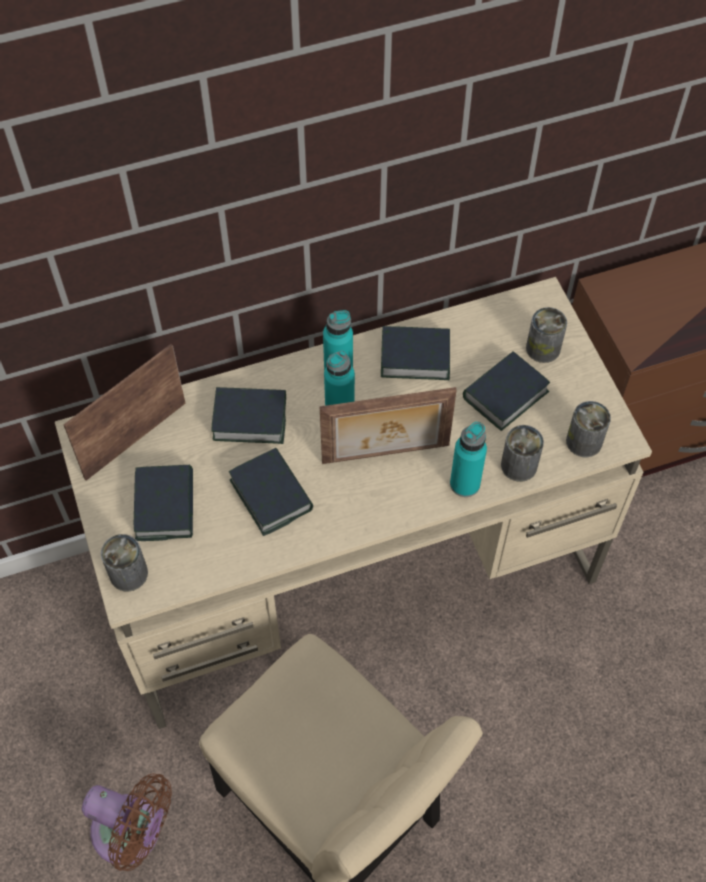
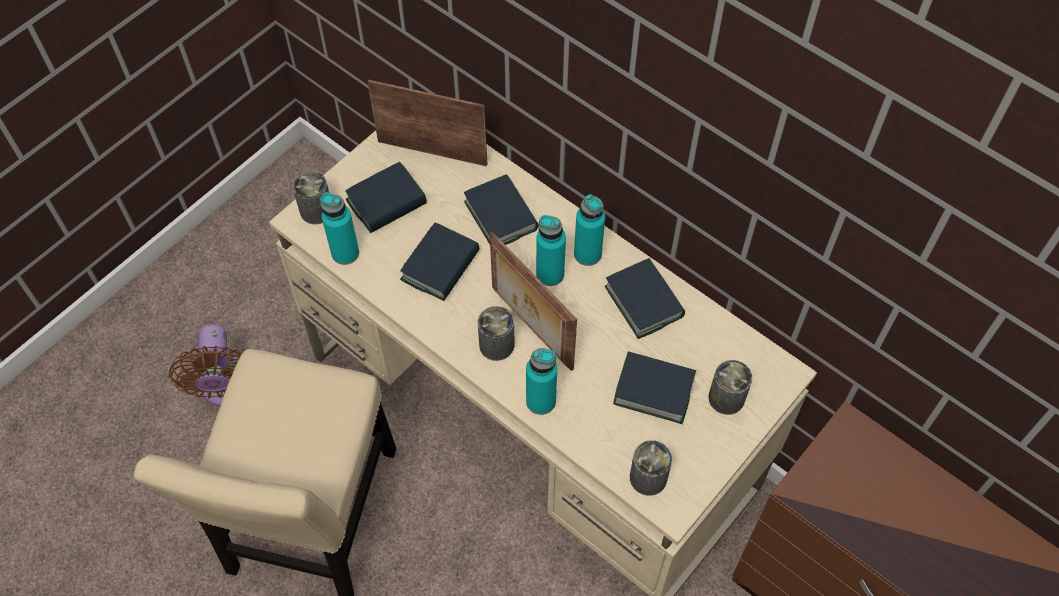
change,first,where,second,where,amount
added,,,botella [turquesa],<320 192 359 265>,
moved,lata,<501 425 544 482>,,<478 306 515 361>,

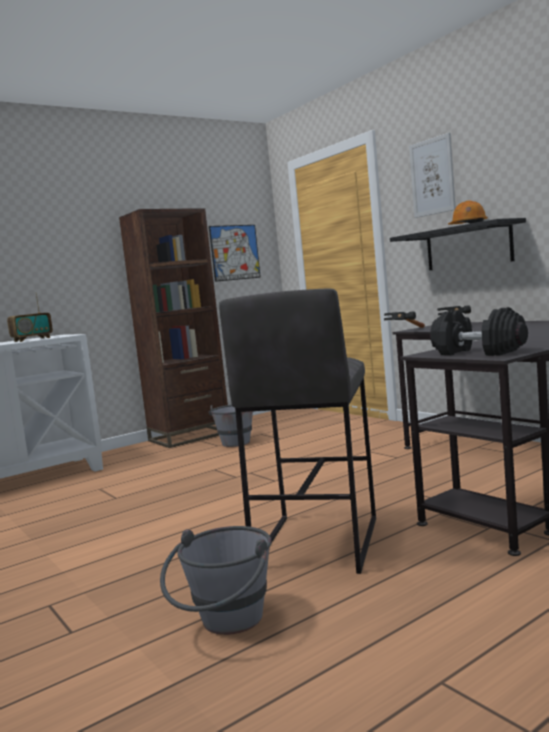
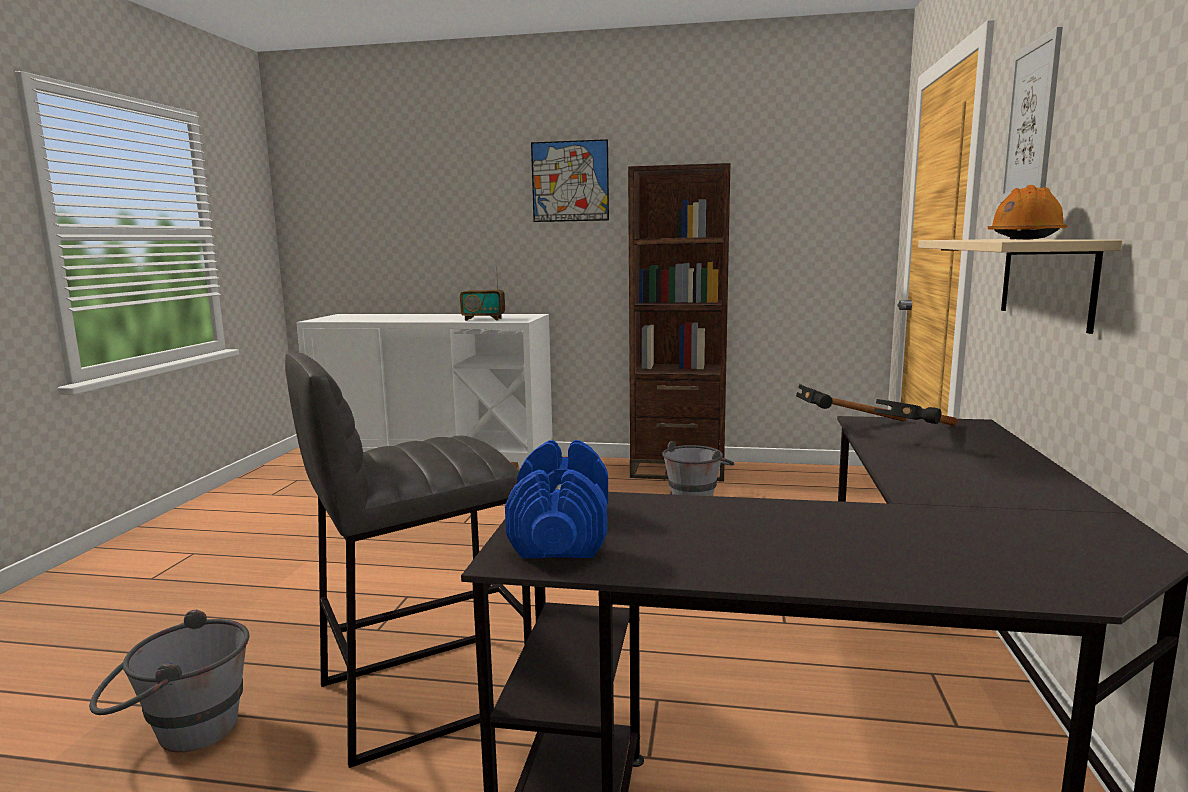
change,first,where,second,where,amount
recoloured,mancuerna [negro],<430 307 528 356>,mancuerna [azul],<505 440 608 558>,
moved,cuadro,<209 225 261 282>,,<531 139 609 222>,
recoloured,estante [negro],<390 218 526 270>,estante [beis],<918 239 1122 334>,

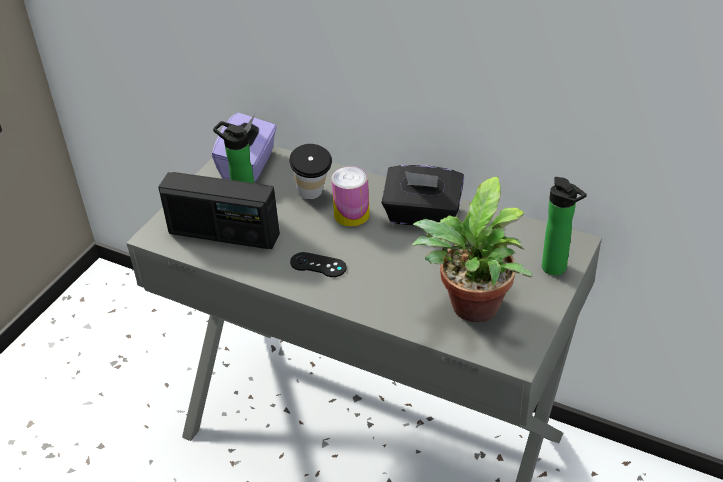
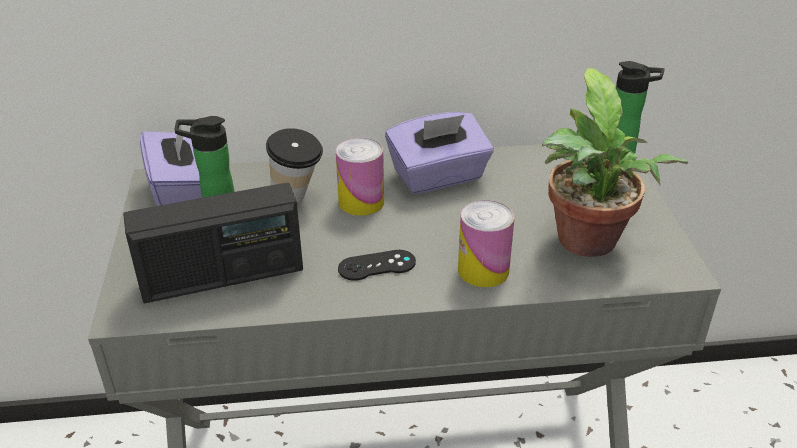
change,first,where,second,where,amount
recoloured,caja de pañuelos [negro],<381 165 464 226>,caja de pañuelos [morado],<385 112 494 194>,
added,,,lata,<458 200 514 287>,

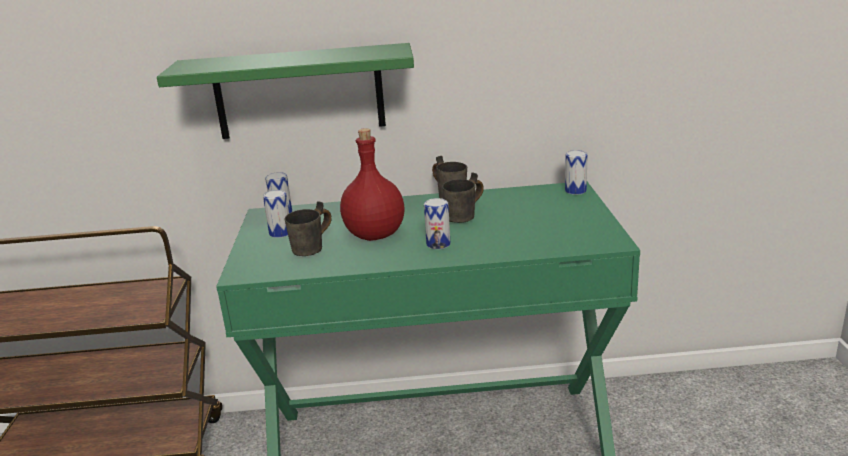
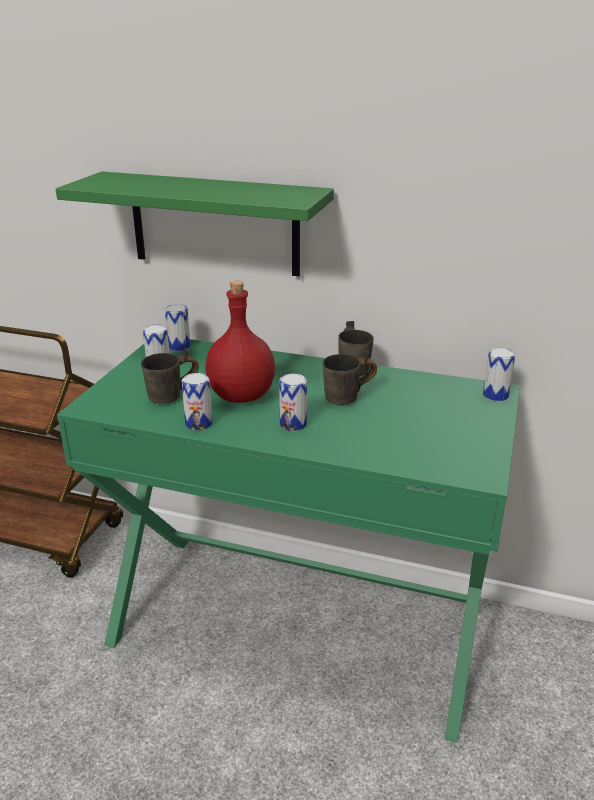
change,first,where,second,where,amount
added,,,lata,<181 373 212 431>,

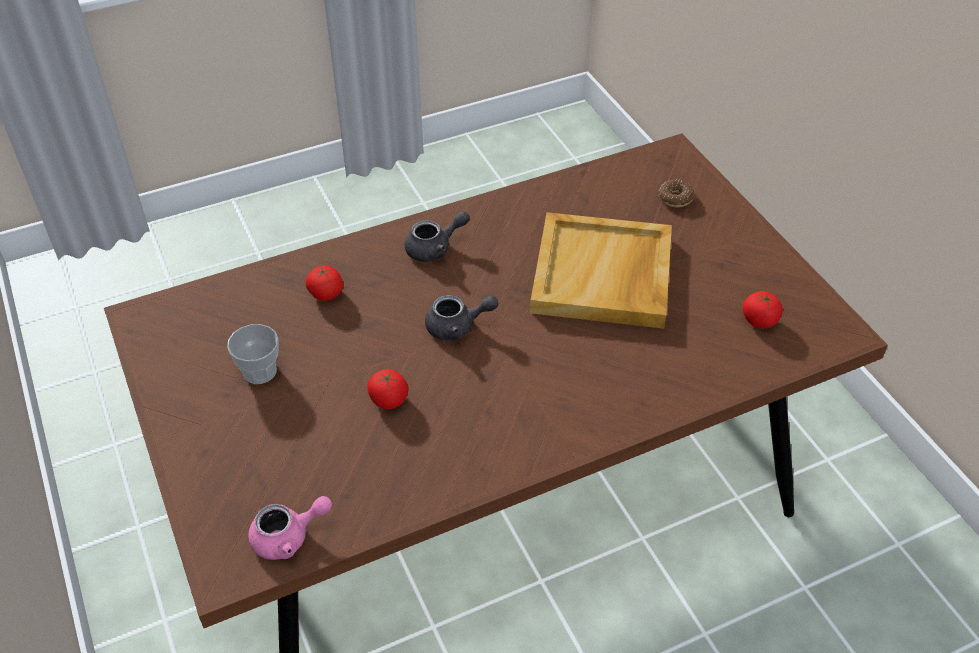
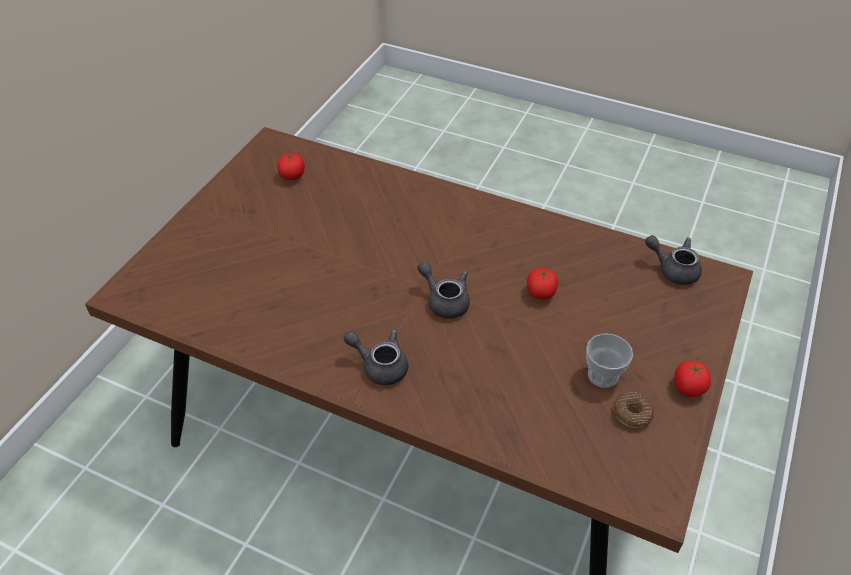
change,first,where,second,where,amount
moved,rosquilla,<658 179 694 207>,,<614 392 654 428>,
recoloured,tetera [rosa],<248 496 332 560>,tetera [gris],<645 235 702 285>,
moved,tomate,<305 265 343 301>,,<674 361 711 397>,
removed,bandeja [beis],<530 212 672 328>,,,

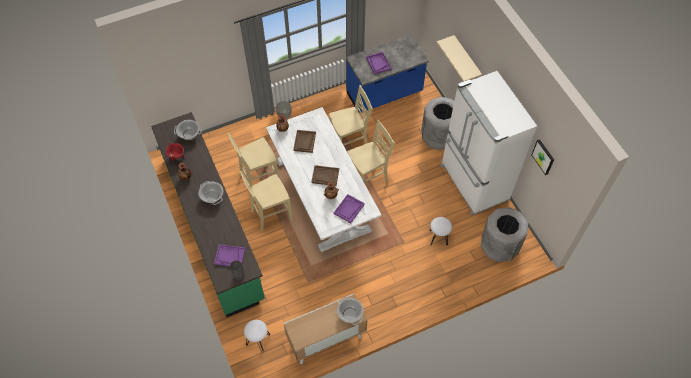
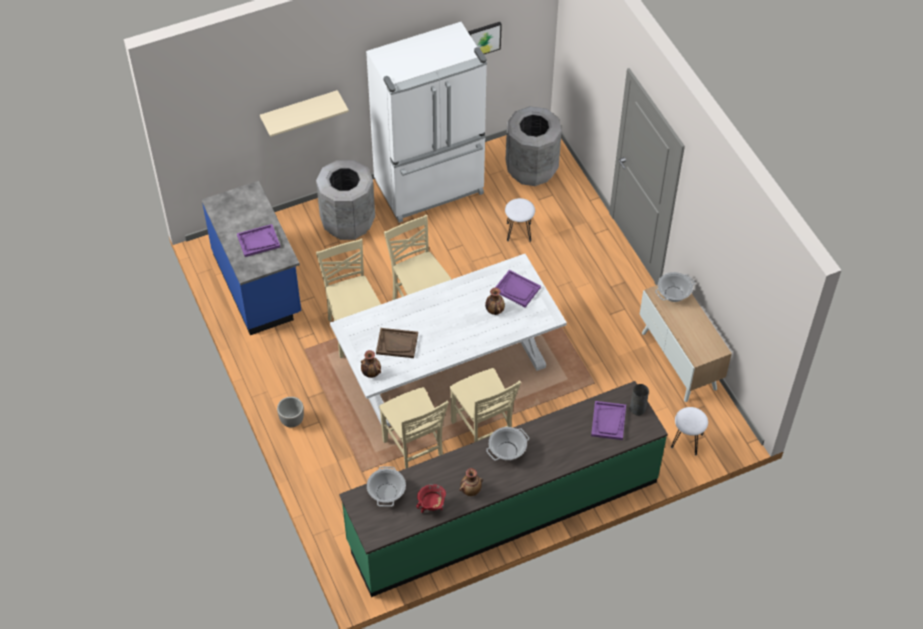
change,first,where,second,where,amount
removed,bandeja [marrón],<311 165 339 186>,,,

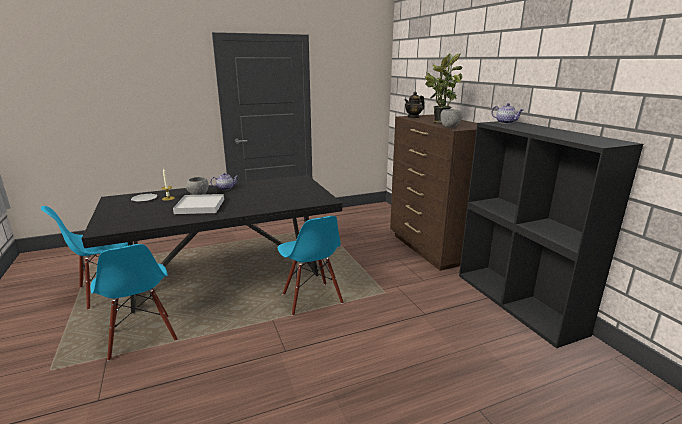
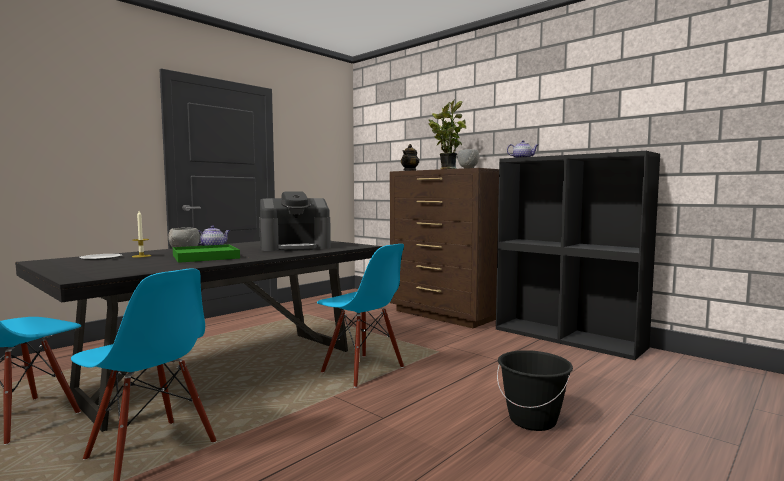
change,first,where,second,where,amount
recoloured,bandeja [blanco],<173 194 224 214>,bandeja [verde],<173 244 240 263>,
added,,,cafetera,<259 192 331 251>,
added,,,cubo [negro],<497 350 573 431>,

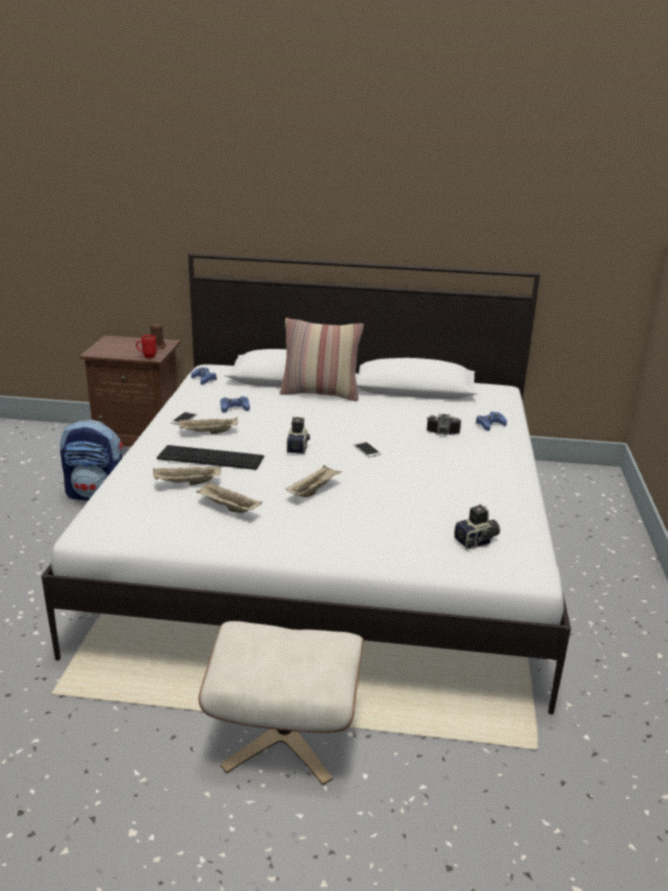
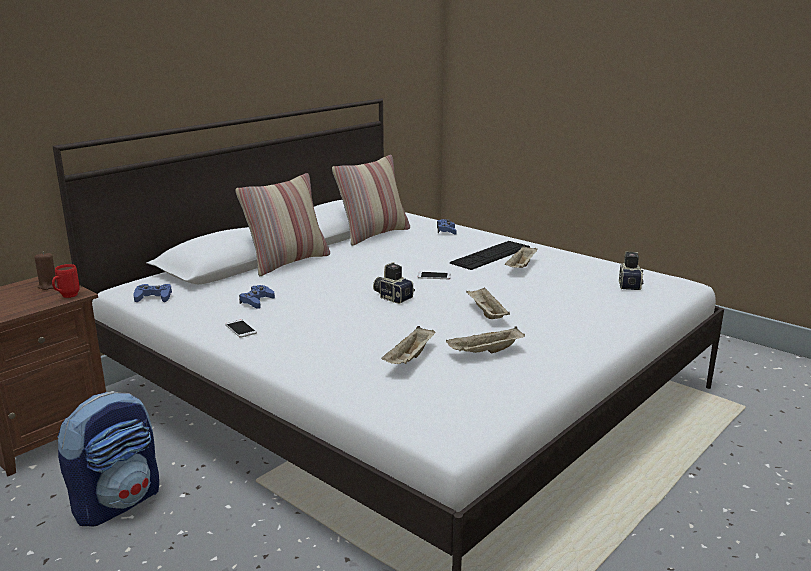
change,first,where,second,where,amount
added,,,cojín,<332 155 410 246>,
moved,teclado,<157 445 264 470>,,<450 241 530 270>,
moved,bandeja [beis],<178 417 238 434>,,<505 245 538 268>,
removed,puf [beis],<199 621 364 785>,,,
removed,cámara,<427 414 462 435>,,,

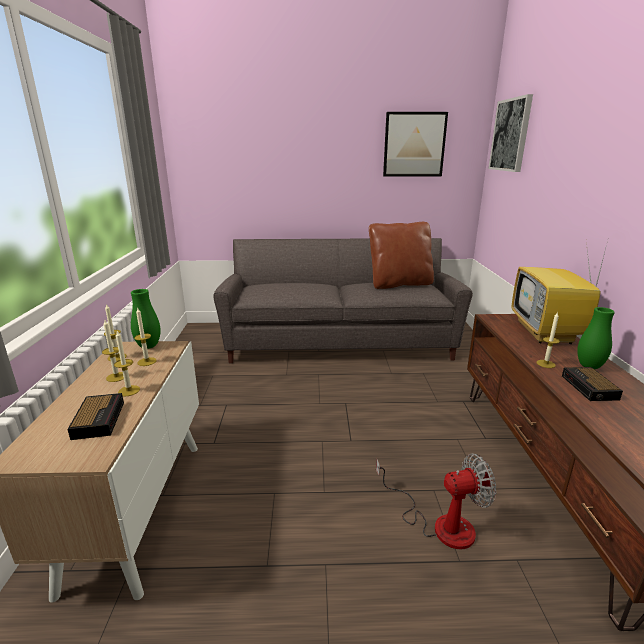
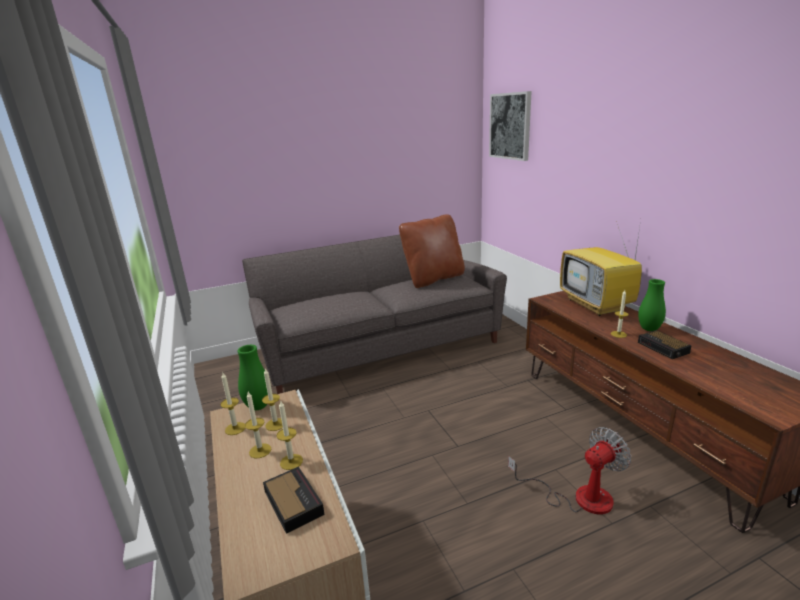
change,first,where,second,where,amount
removed,cuadro,<383 112 448 177>,,,

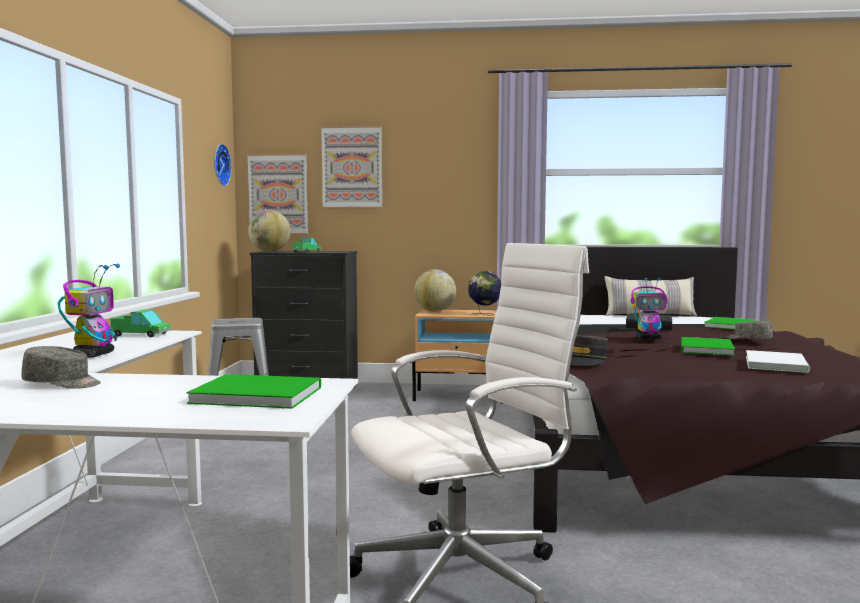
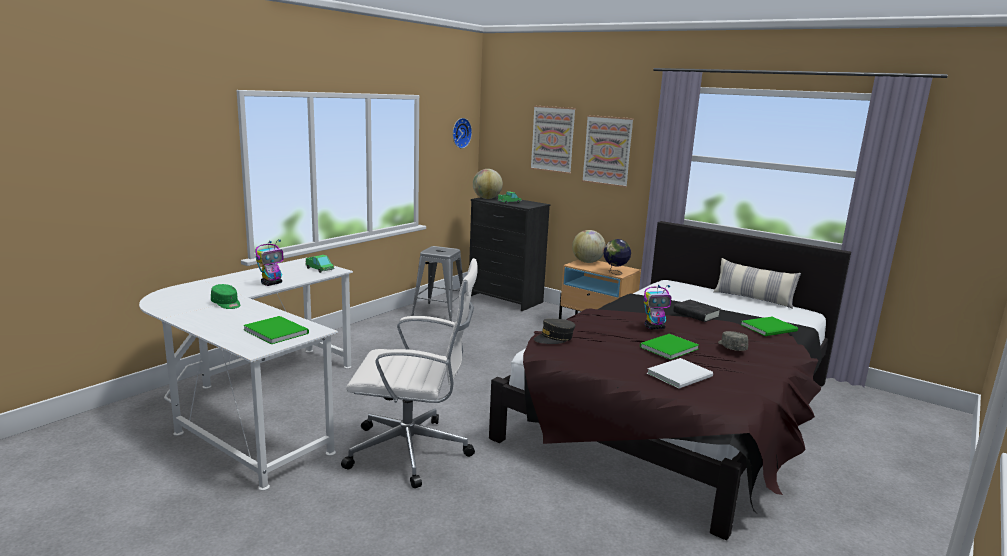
change,first,where,second,where,amount
recoloured,gorra [gris],<22 346 101 389>,gorra [verde],<211 284 240 309>,
moved,cuadro,<247 153 308 235>,,<582 115 634 187>,
turned,robot de juguete,<631 278 668 339>,,<644 285 672 329>,45 degrees counterclockwise

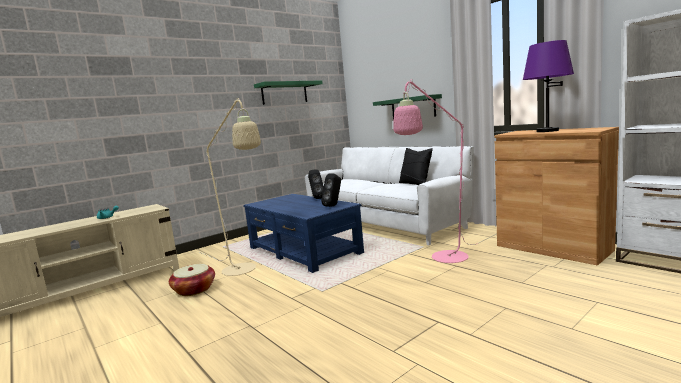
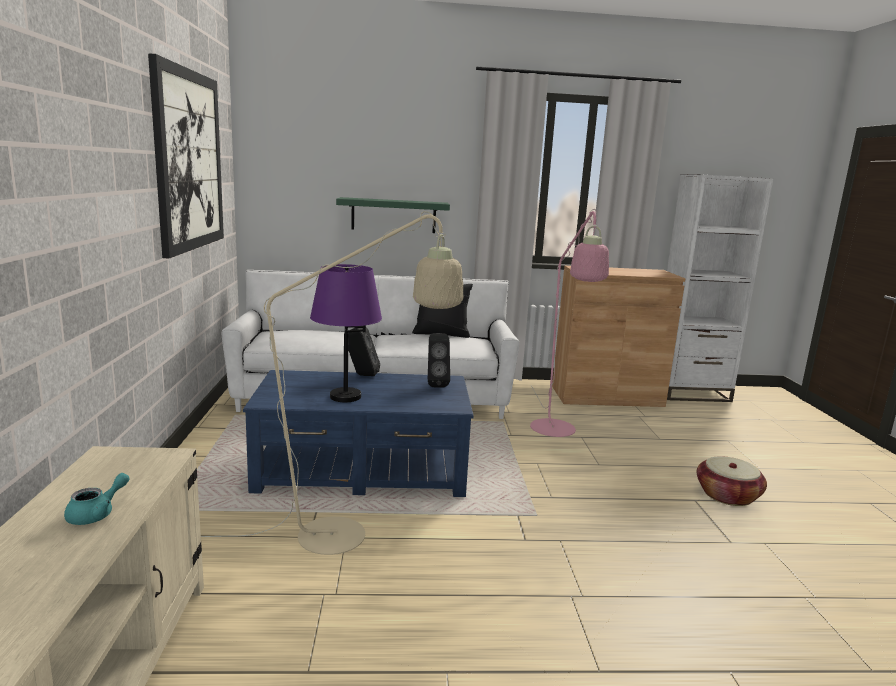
change,first,where,second,where,amount
replaced,estante [verde],<254 80 323 105>,cuadro,<148 53 224 258>,
moved,lámpara de mesa [morado],<523 40 574 132>,,<310 264 382 402>,
moved,cesta,<169 264 215 296>,,<697 456 767 506>,

